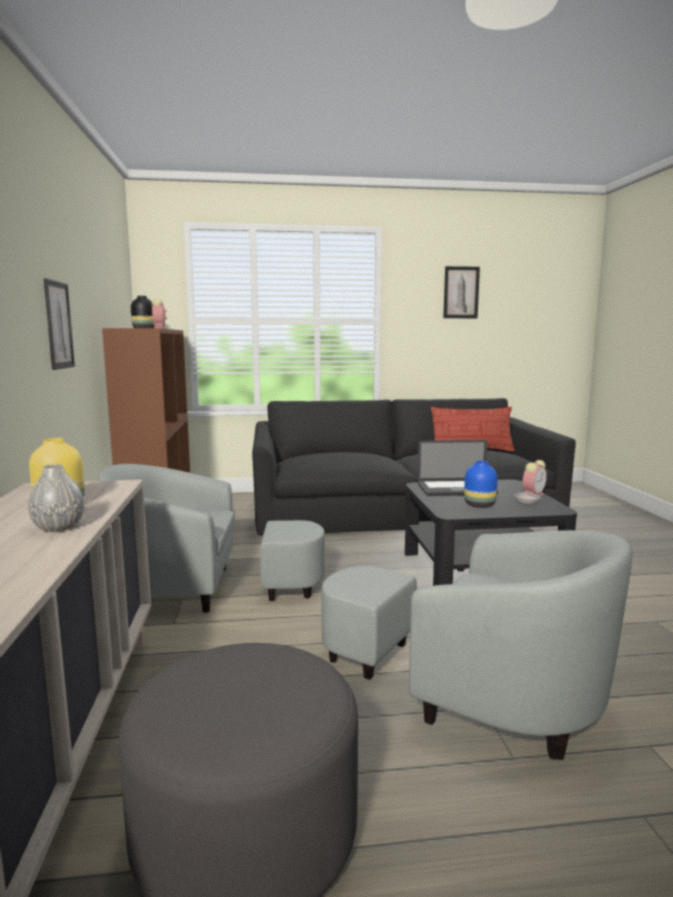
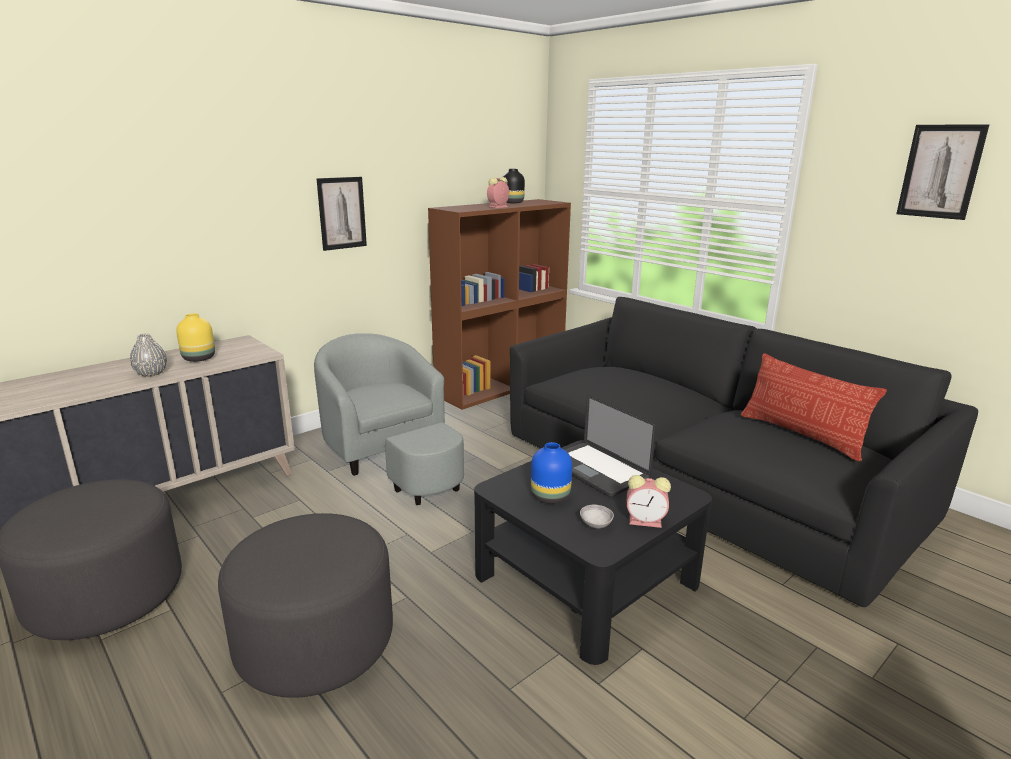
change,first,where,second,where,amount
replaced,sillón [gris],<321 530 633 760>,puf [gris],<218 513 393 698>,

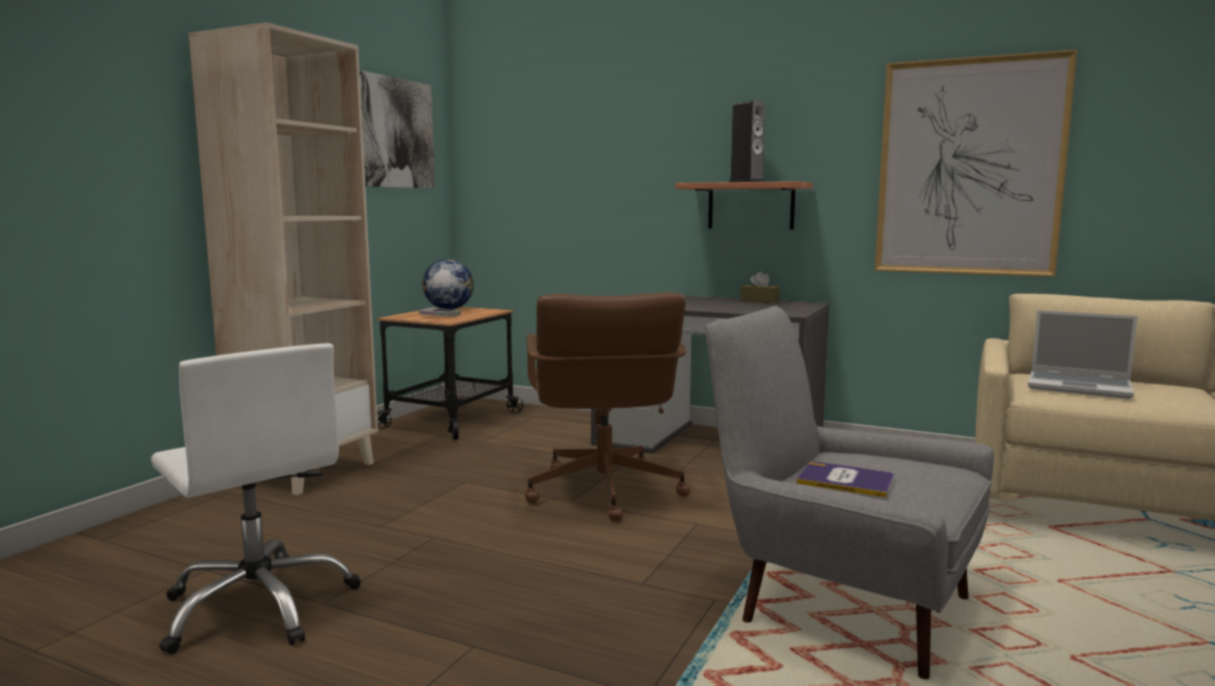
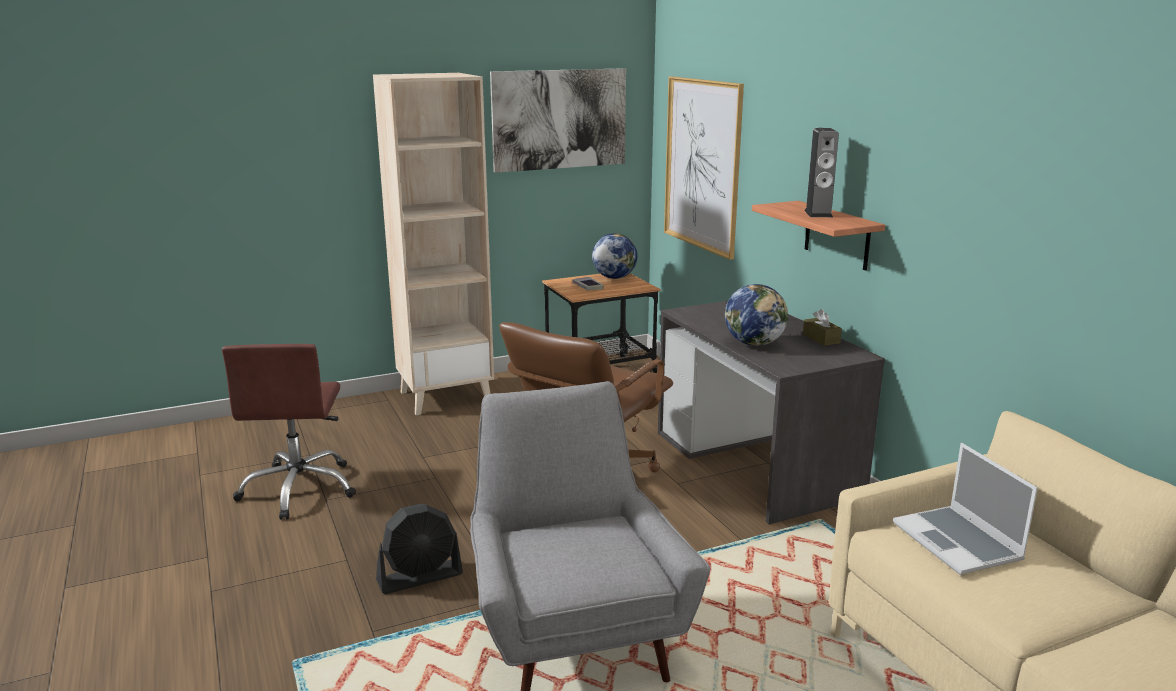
change,first,where,second,where,amount
recoloured,silla de oficina [blanco],<151 343 361 654>,silla de oficina [marrón],<222 344 356 520>,
added,,,ventilador [negro],<376 504 463 594>,
moved,cuadro,<875 50 1077 277>,,<664 76 744 260>,
added,,,globo terráqueo,<725 284 788 346>,
removed,libro,<797 462 894 498>,,,

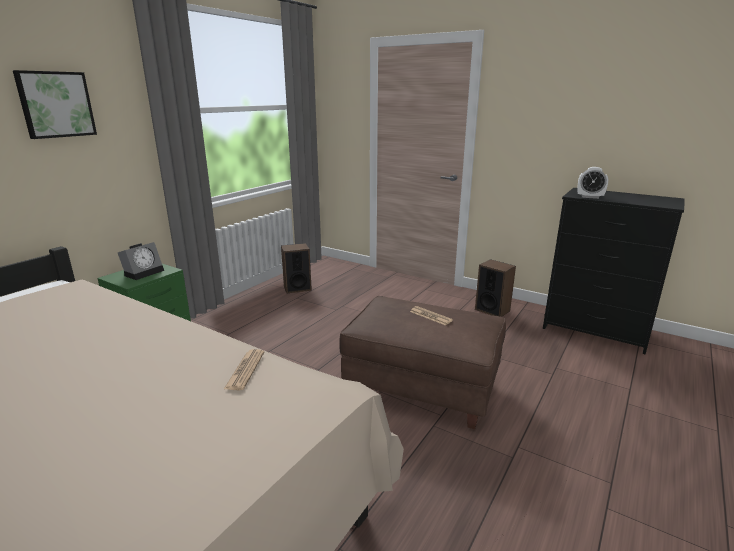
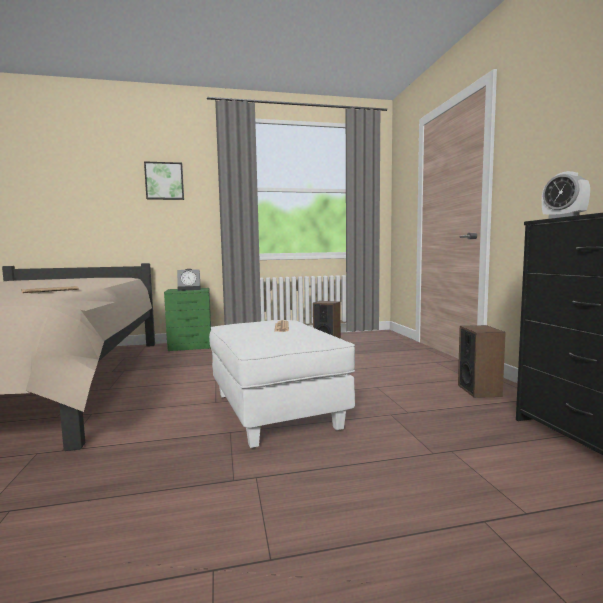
change,first,where,second,where,amount
recoloured,puf [marrón],<339 296 506 429>,puf [blanco],<209 320 355 448>,

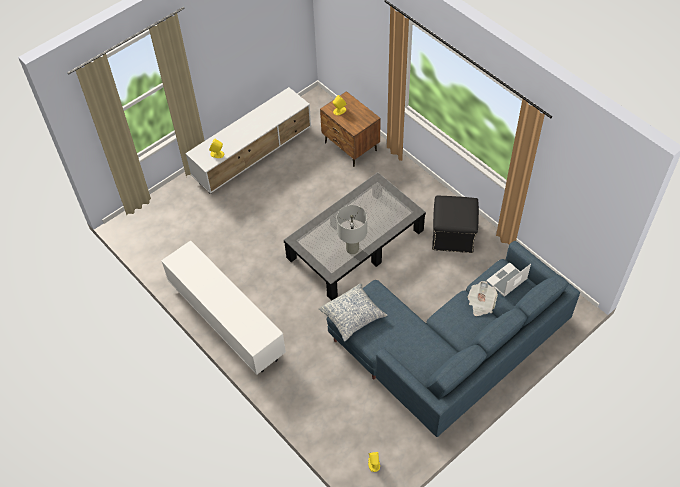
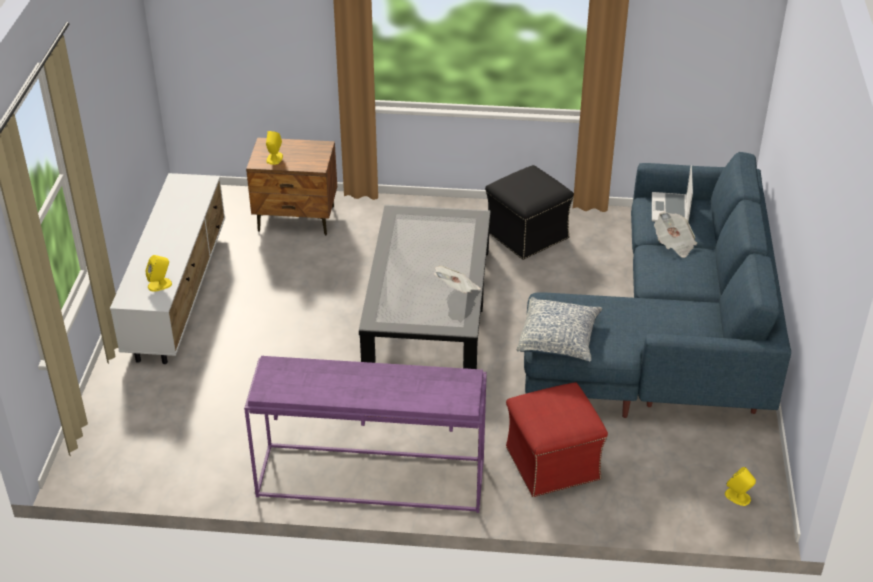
change,first,where,second,where,amount
replaced,mueble de televisión [blanco],<161 240 286 375>,mesa consola [morado],<244 356 487 513>,
replaced,lámpara de mesa [gris],<337 205 367 254>,periódico,<434 266 481 293>,
added,,,puf [rojo],<506 382 608 497>,

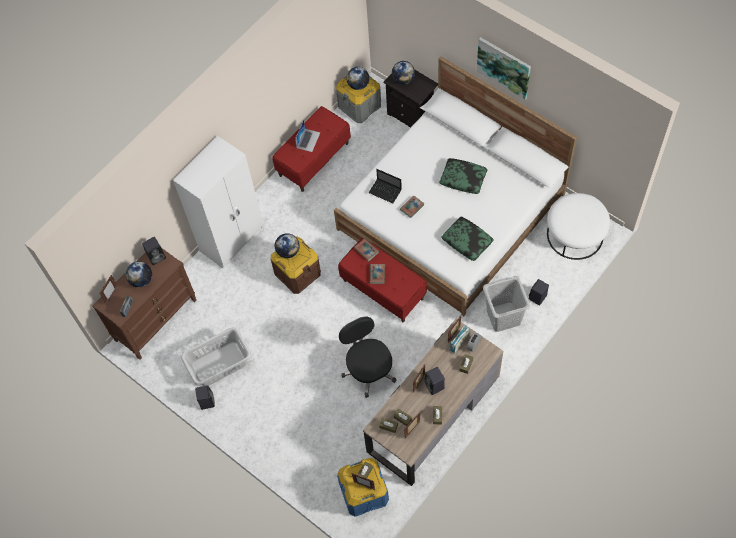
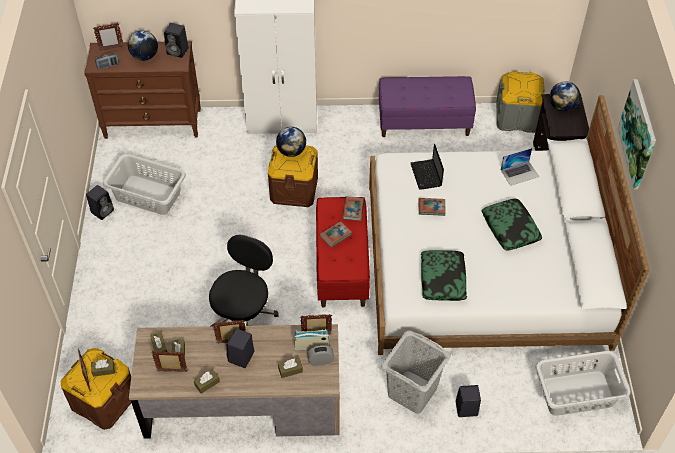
change,first,where,second,where,amount
recoloured,caja de almacenaje [azul],<337 458 389 517>,caja de almacenaje [marrón],<61 348 131 430>,
recoloured,banco [rojo],<272 106 351 192>,banco [morado],<379 76 476 137>,
moved,portátil,<295 120 320 152>,,<500 148 539 186>,
replaced,puf [blanco],<547 193 610 260>,cesto de la ropa [gris],<535 351 631 416>,
removed,globo terráqueo,<346 67 369 90>,,,

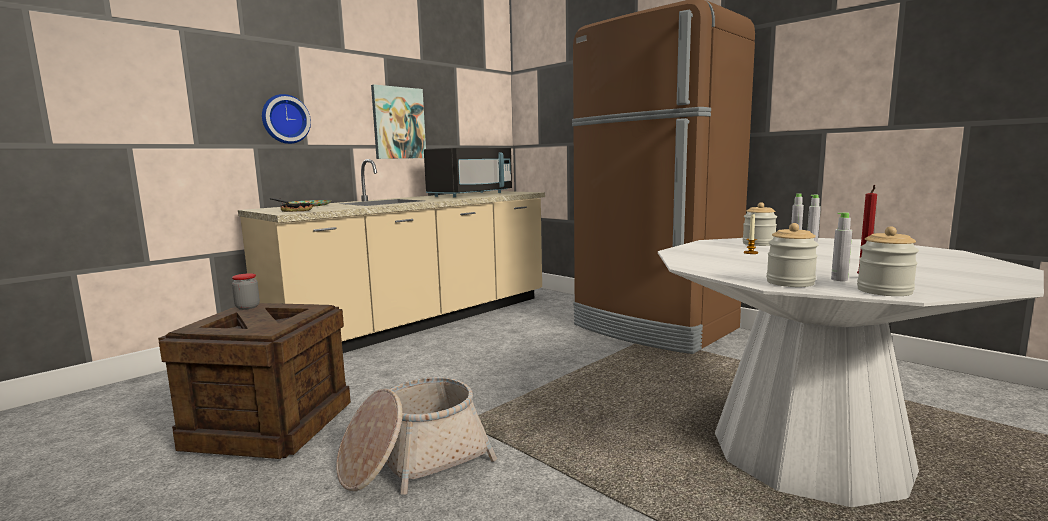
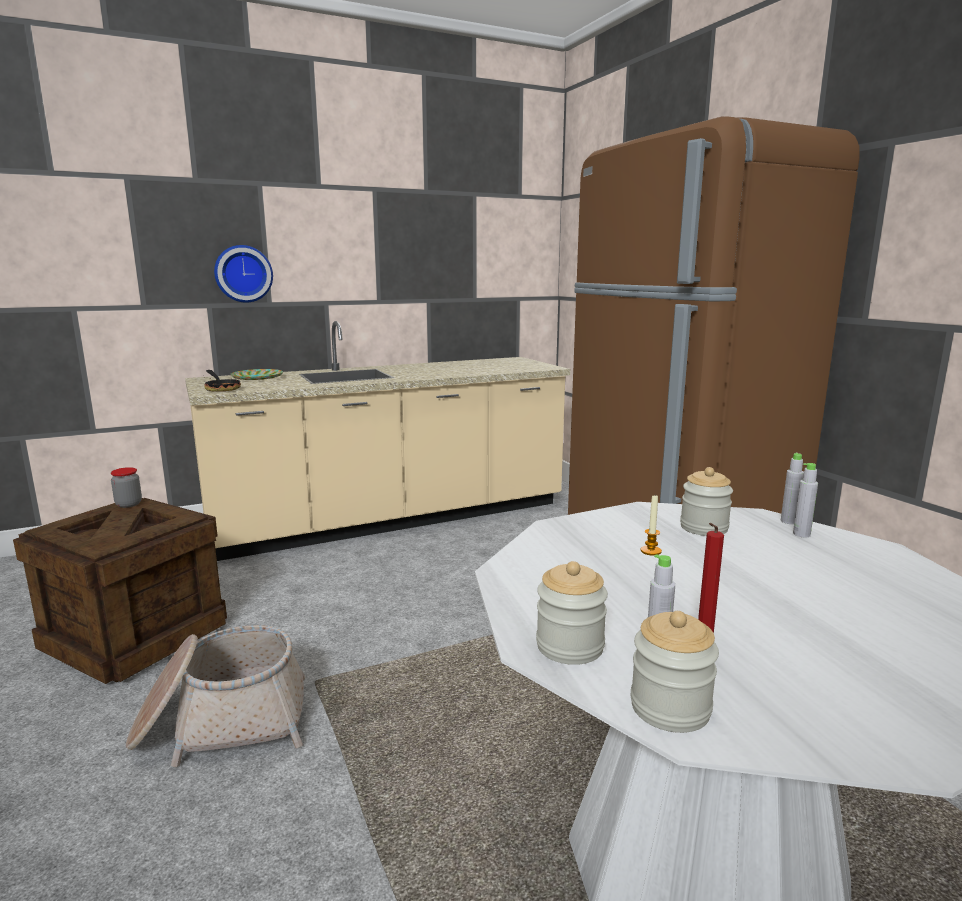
change,first,where,second,where,amount
removed,cuadro,<371 85 426 159>,,,
removed,microondas [negro],<424 148 512 197>,,,

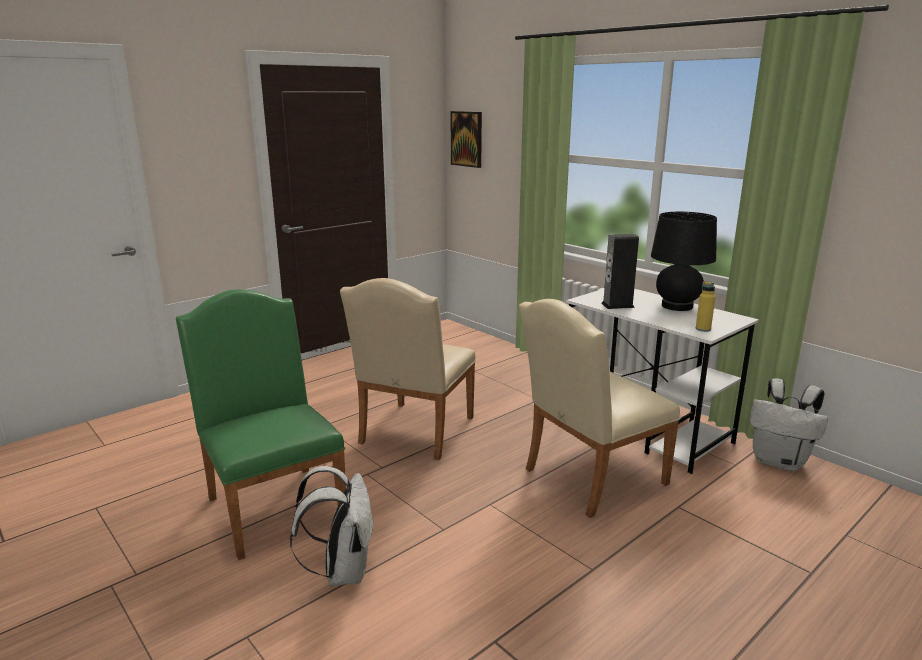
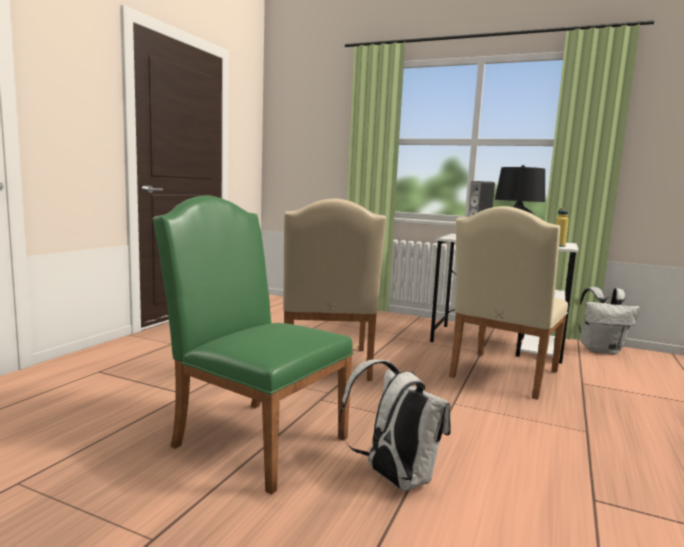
change,first,where,second,where,amount
removed,cuadro,<451 111 482 168>,,,

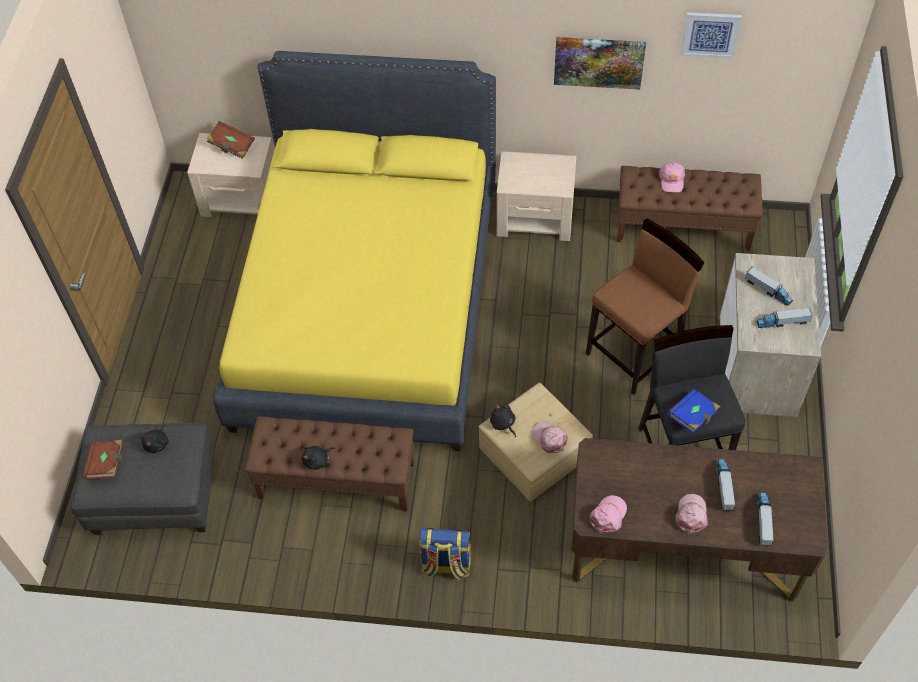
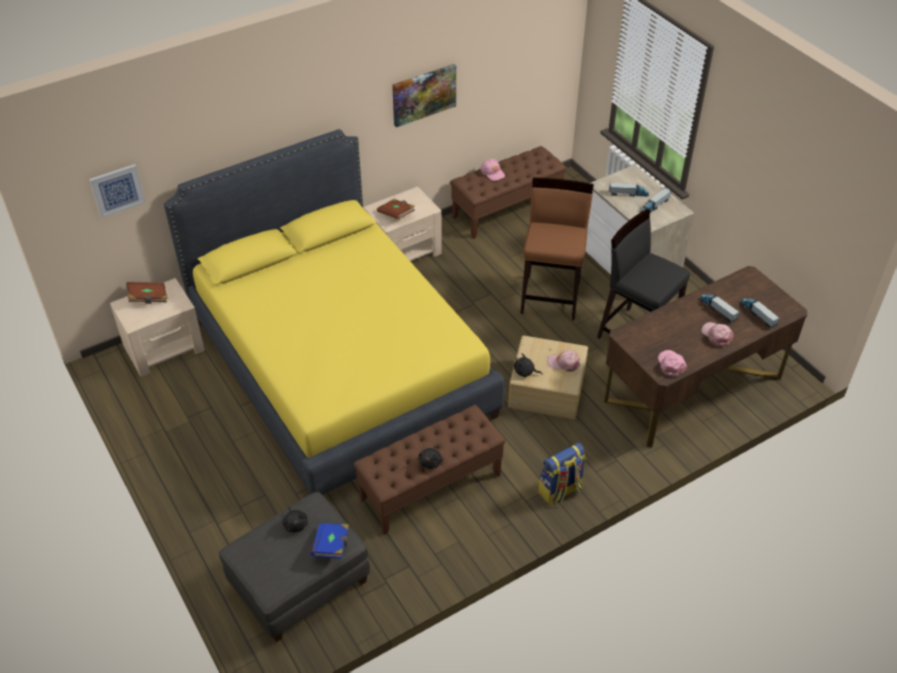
change,first,where,second,where,amount
moved,cuadro,<681 12 742 59>,,<89 164 146 218>,
moved,libro [azul],<667 389 720 433>,,<311 523 349 559>,
moved,libro [marrón],<82 440 123 479>,,<377 199 415 219>,

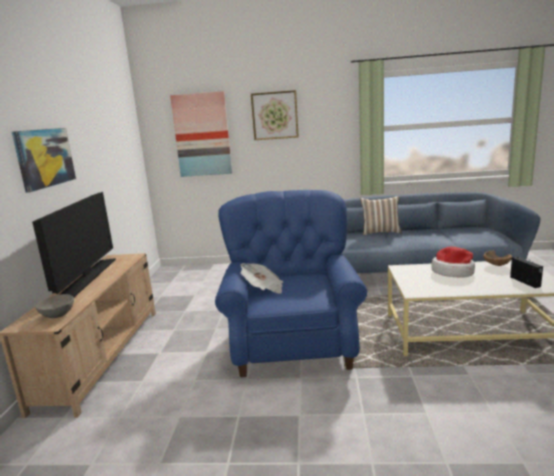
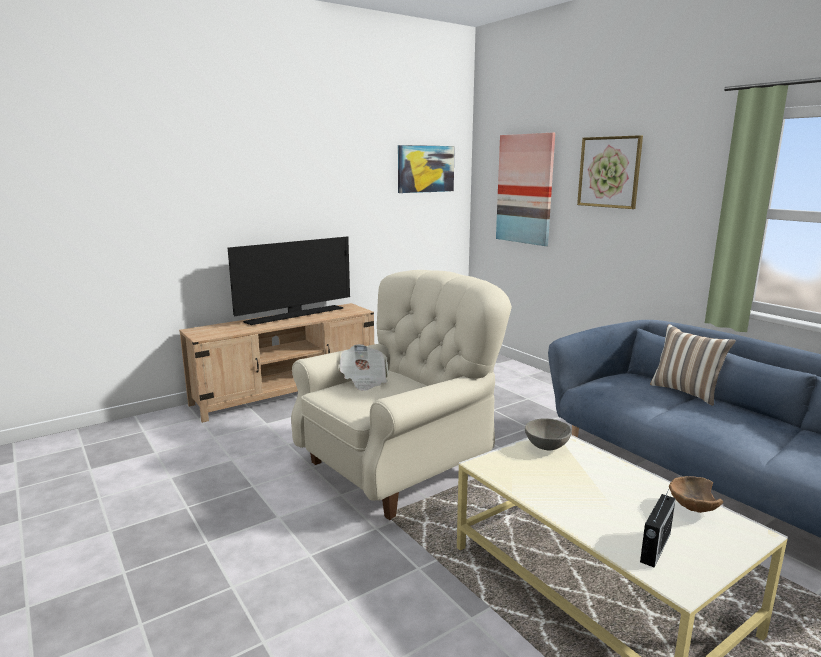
change,first,where,second,where,amount
recoloured,sillón [azul],<215 190 367 377>,sillón [beis],<291 270 512 520>,
moved,cuadro,<12 128 76 193>,,<398 145 455 193>,
moved,cuenco [gris],<36 294 74 318>,,<525 418 572 451>,
removed,sombrero,<431 246 475 278>,,,

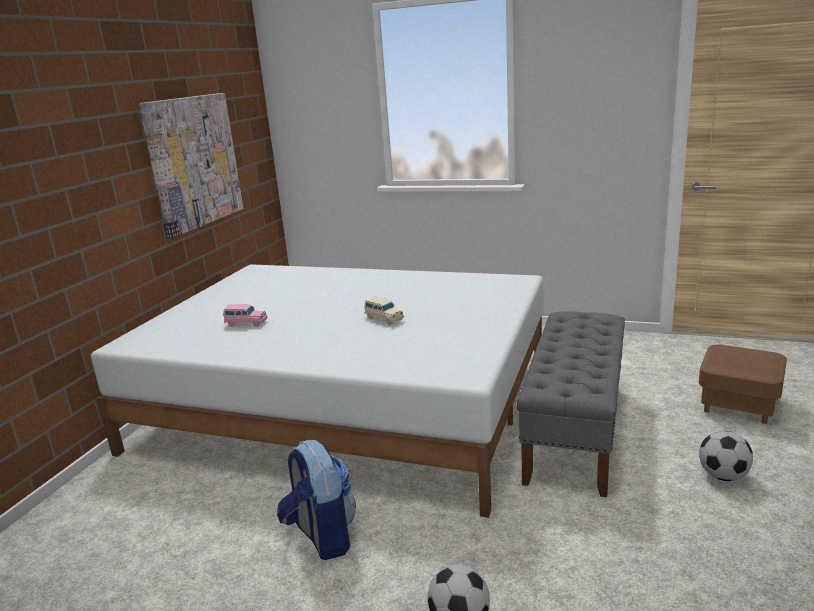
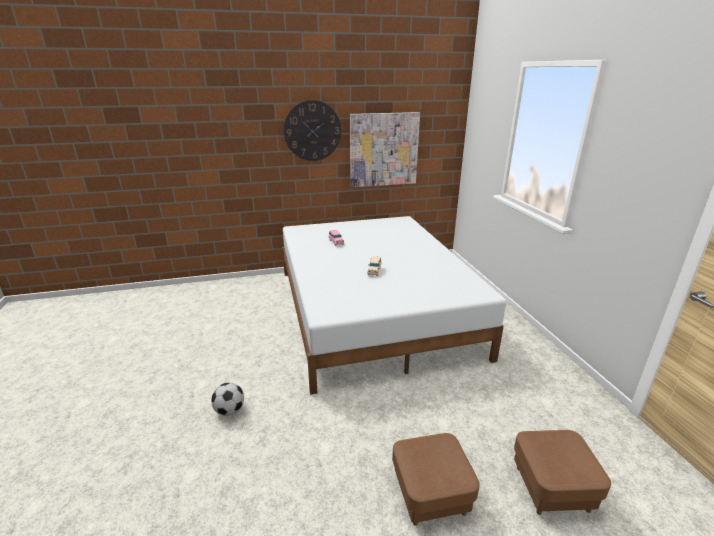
change,first,where,second,where,amount
added,,,reloj de pared,<284 100 341 161>,
replaced,balón de fútbol,<699 431 753 481>,puf [marrón],<392 433 480 526>,
removed,mochila,<277 440 356 560>,,,
removed,banco [gris],<516 311 625 497>,,,

